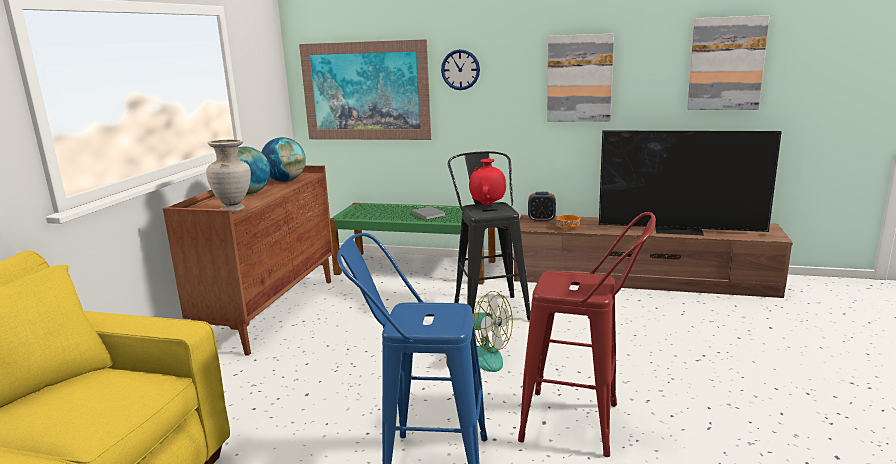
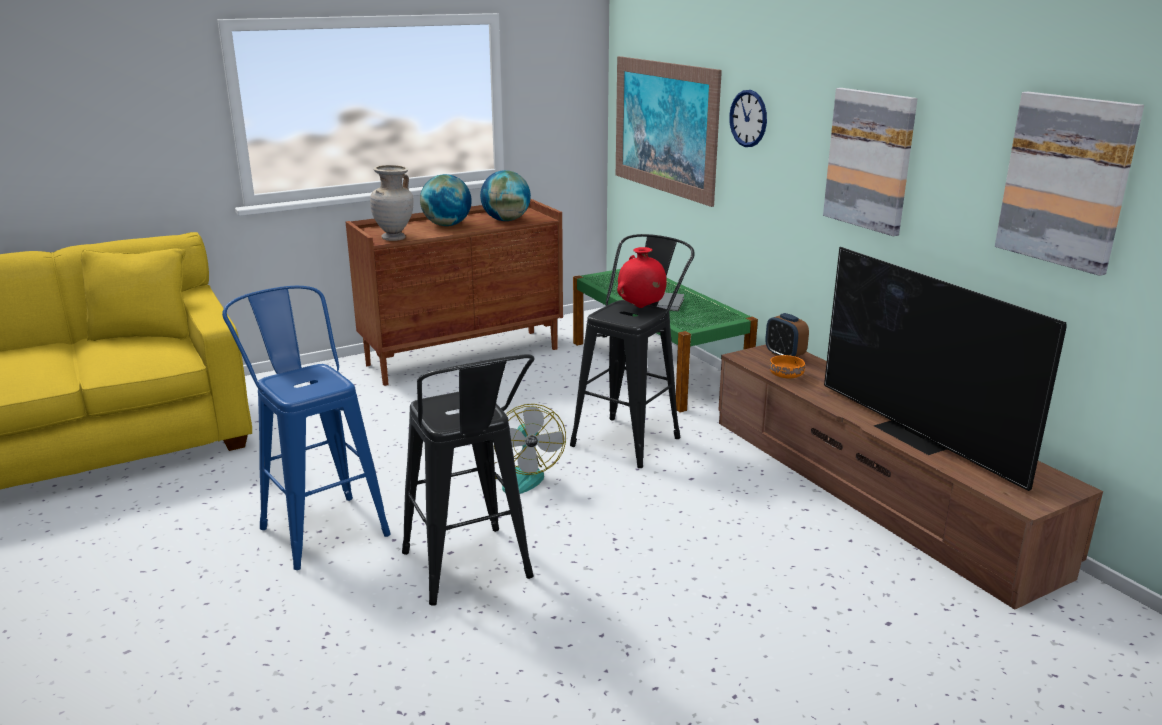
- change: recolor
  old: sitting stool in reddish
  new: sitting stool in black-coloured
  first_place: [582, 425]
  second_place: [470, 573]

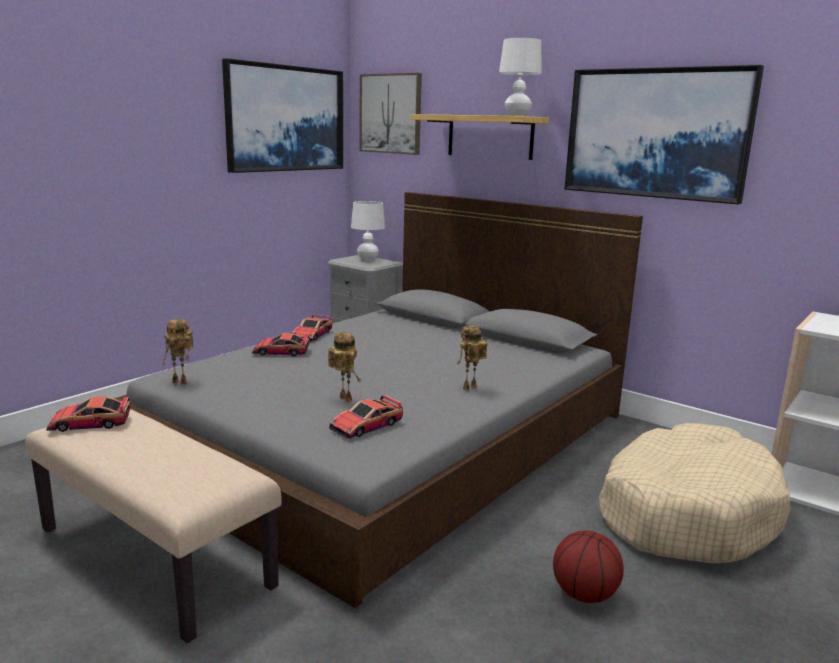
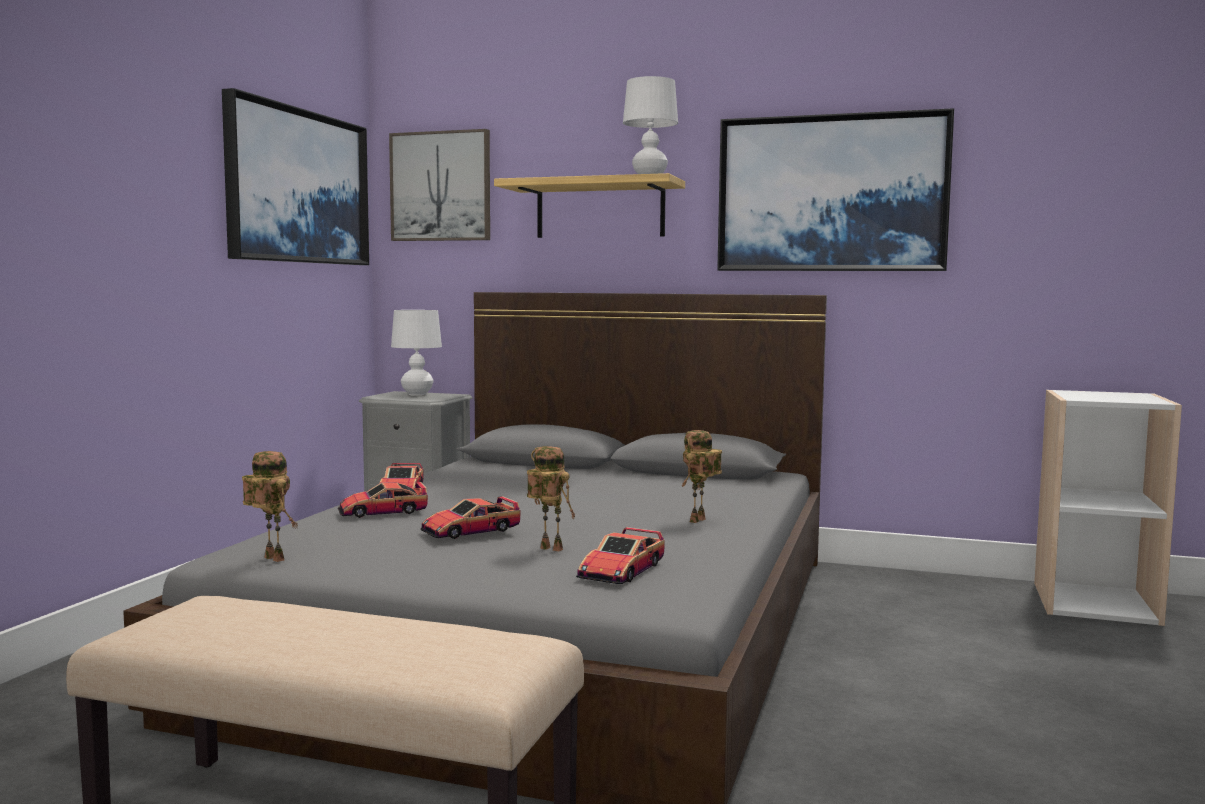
- change: delete
  old: ball for basketball
  first_place: [584, 595]
- change: delete
  old: pet bed in beige
  first_place: [685, 513]
- change: move
  old: toy car
  first_place: [90, 423]
  second_place: [470, 530]
- change: rotate
  old: model robot
  first_place: [181, 382]
  second_place: [270, 559]
  degrees: -135

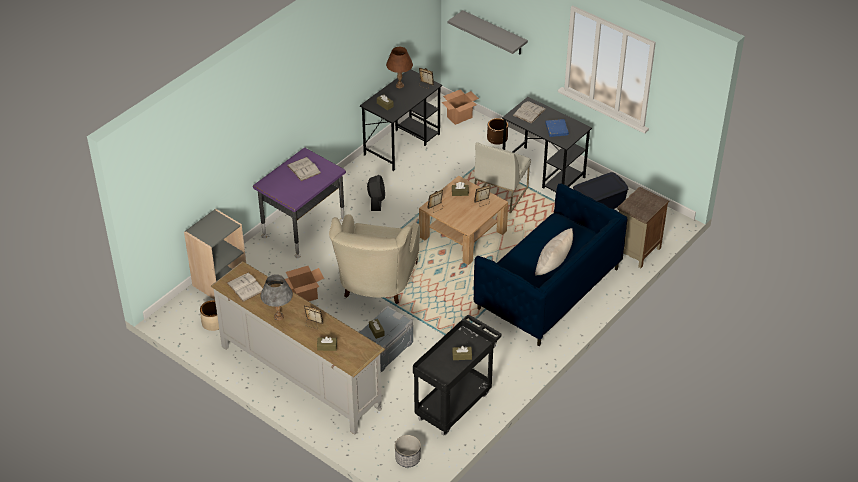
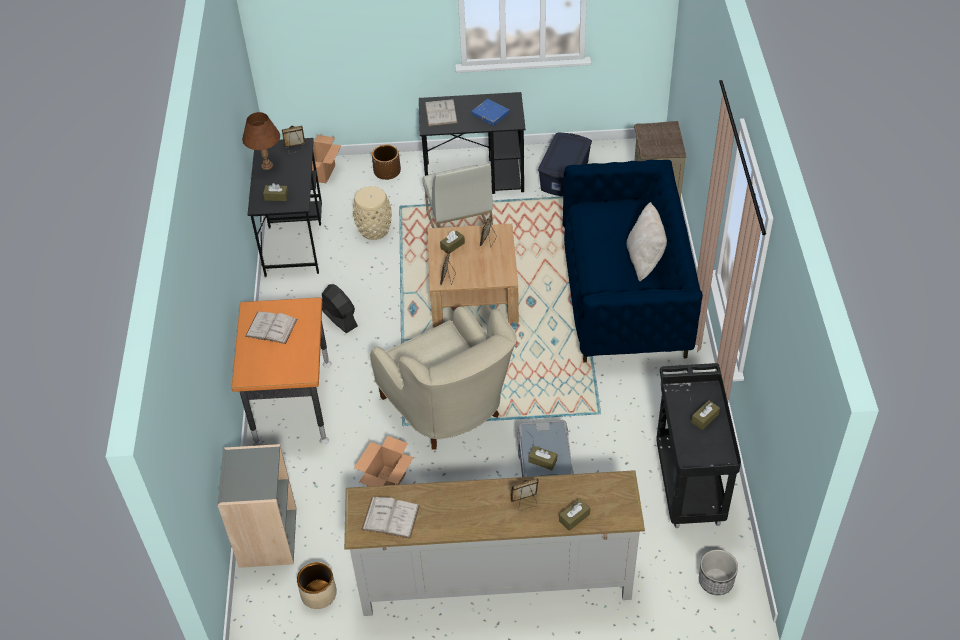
- change: delete
  old: tabletop lamp in grey
  first_place: [278, 317]
- change: delete
  old: bracket shelf in grey
  first_place: [494, 33]
- change: insert
  new: sitting stool in beige
  second_place: [374, 230]
- change: recolor
  old: desk unit in purple
  new: desk unit in orange
  first_place: [303, 227]
  second_place: [292, 403]

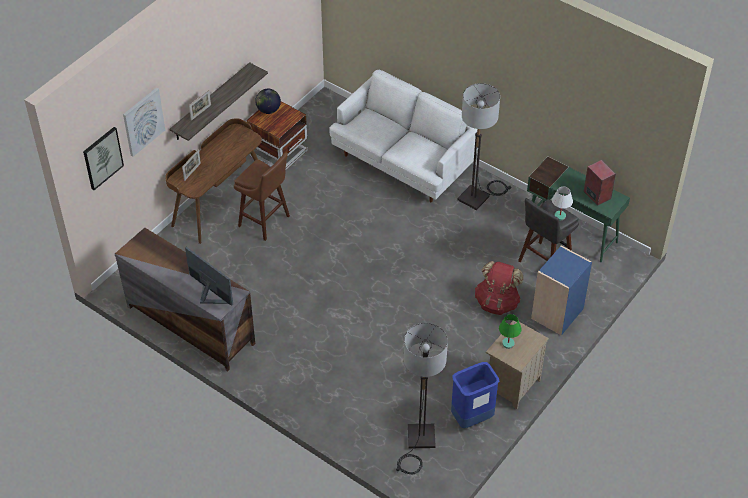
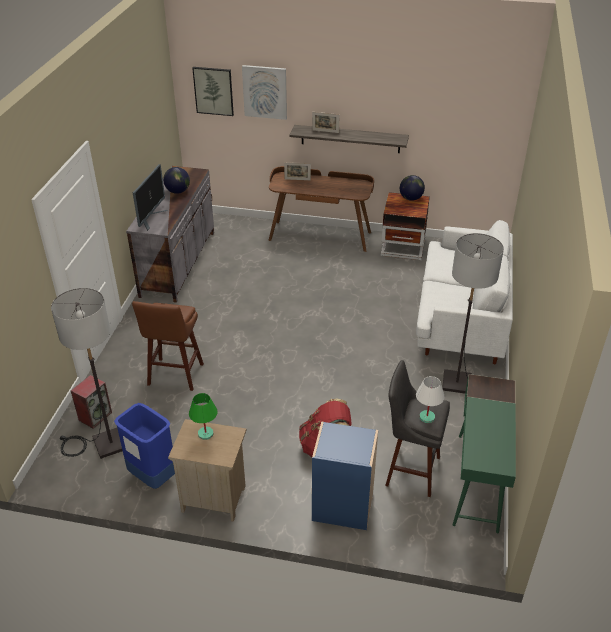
- change: insert
  new: desk globe
  second_place: [178, 191]
- change: move
  old: sitting stool in brown-coloured
  first_place: [265, 222]
  second_place: [174, 376]
- change: move
  old: speaker
  first_place: [596, 195]
  second_place: [95, 416]

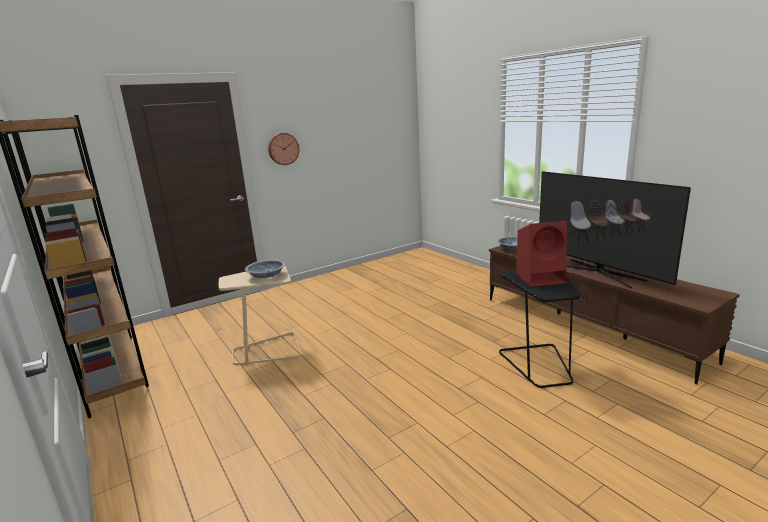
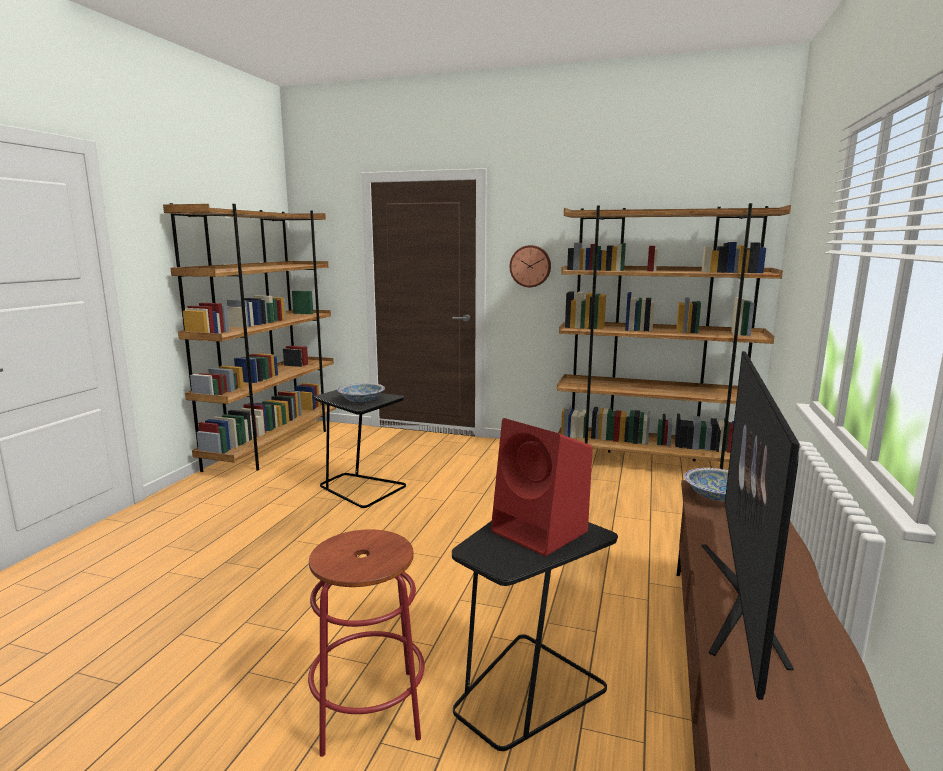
- change: insert
  new: sitting stool in reddish
  second_place: [369, 710]
- change: insert
  new: shelving unit in brown-coloured
  second_place: [651, 464]
- change: recolor
  old: accent table in beige
  new: accent table in black-coloured
  first_place: [268, 350]
  second_place: [360, 489]

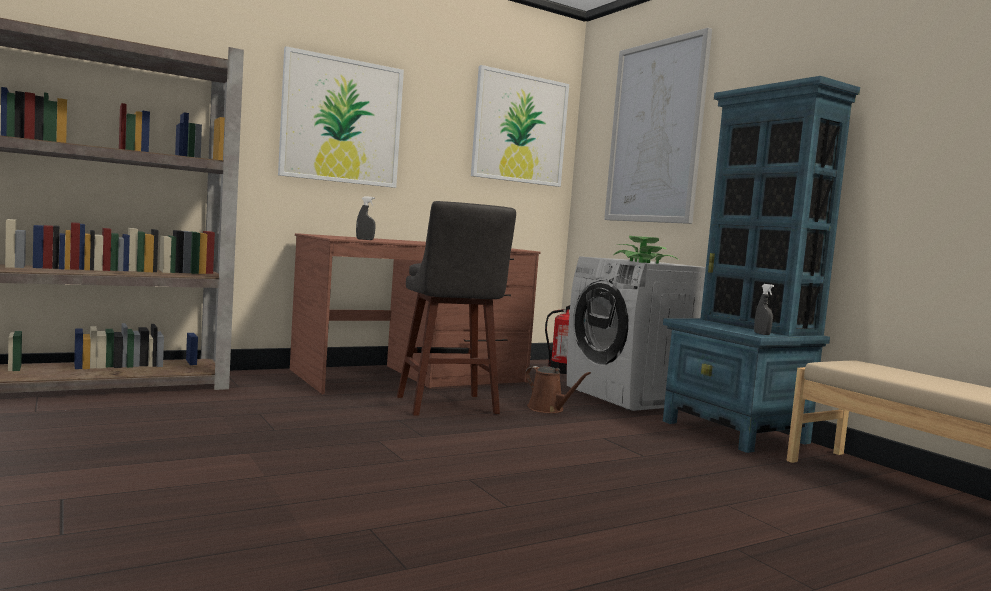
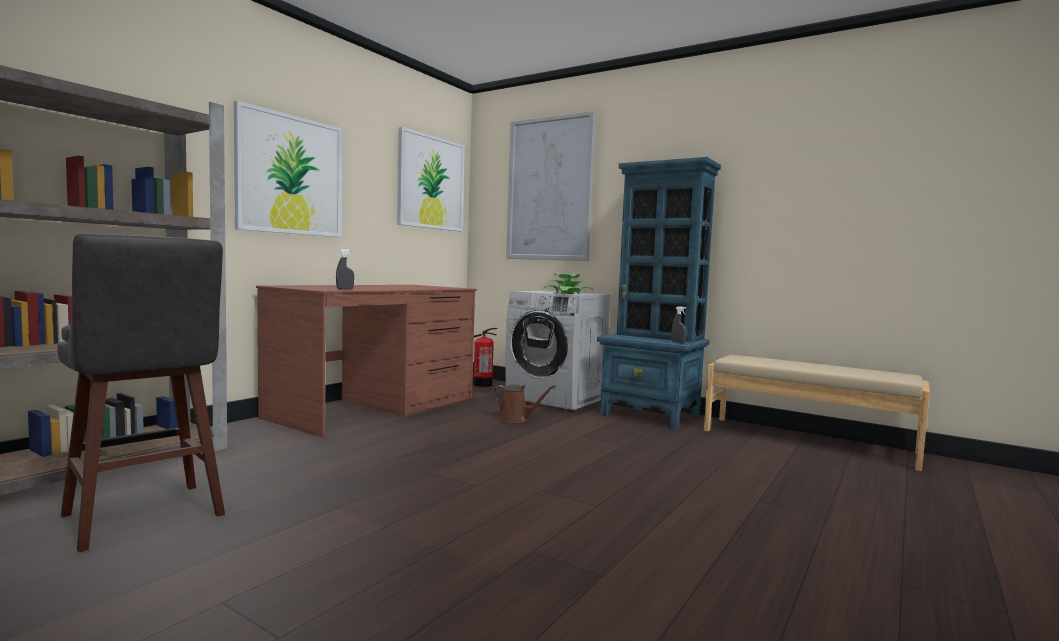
- change: move
  old: sitting stool in grey
  first_place: [447, 406]
  second_place: [144, 517]

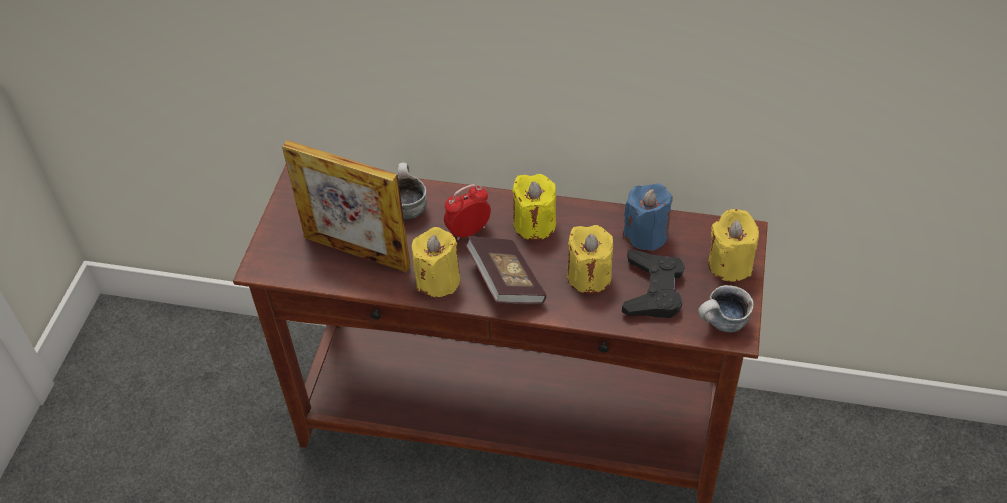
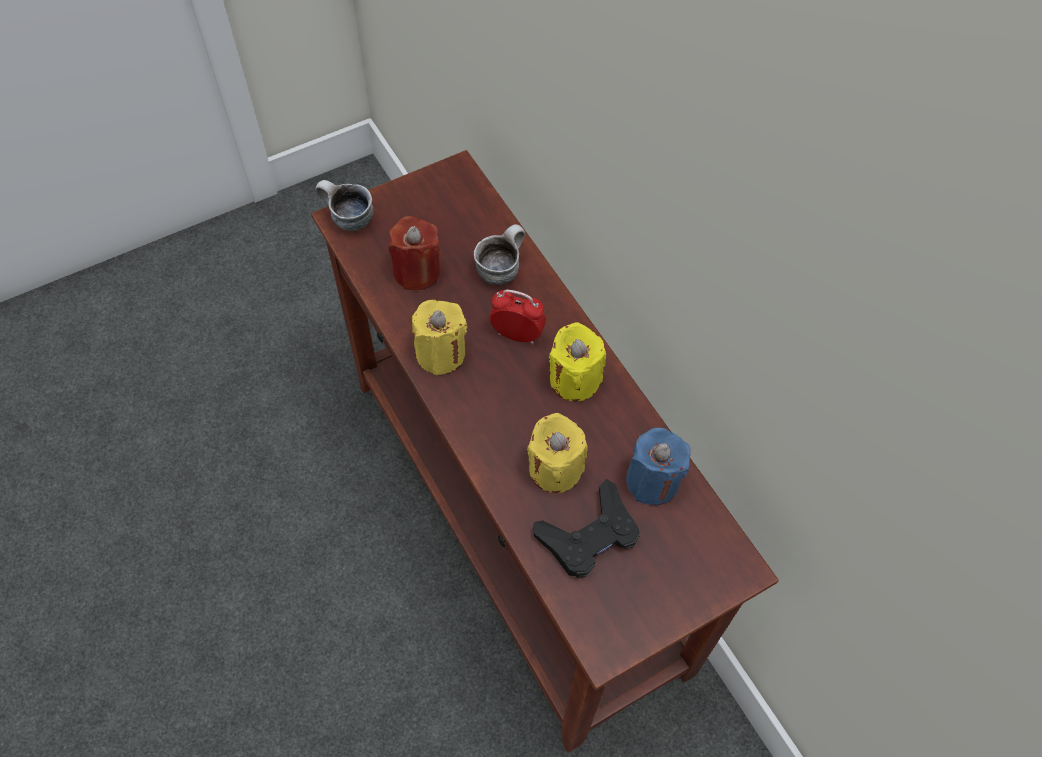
- change: delete
  old: book
  first_place: [506, 282]
- change: delete
  old: wax light in yellow
  first_place: [730, 264]
- change: move
  old: tea mug
  first_place: [722, 325]
  second_place: [347, 220]
- change: replace
  old: picture frame
  new: wax light in reddish
  first_place: [356, 251]
  second_place: [416, 271]

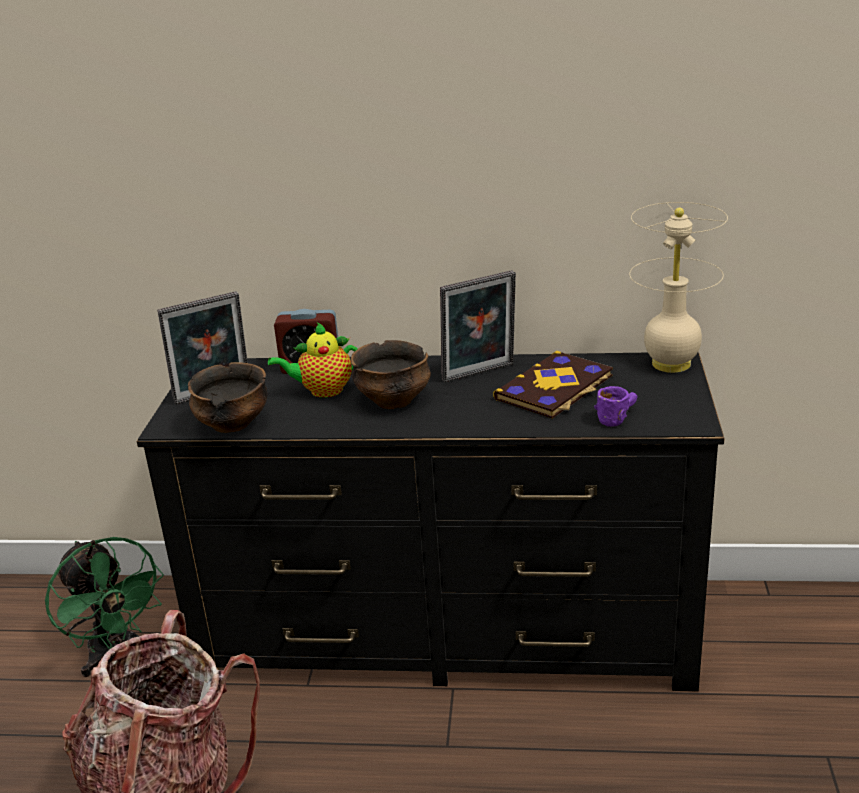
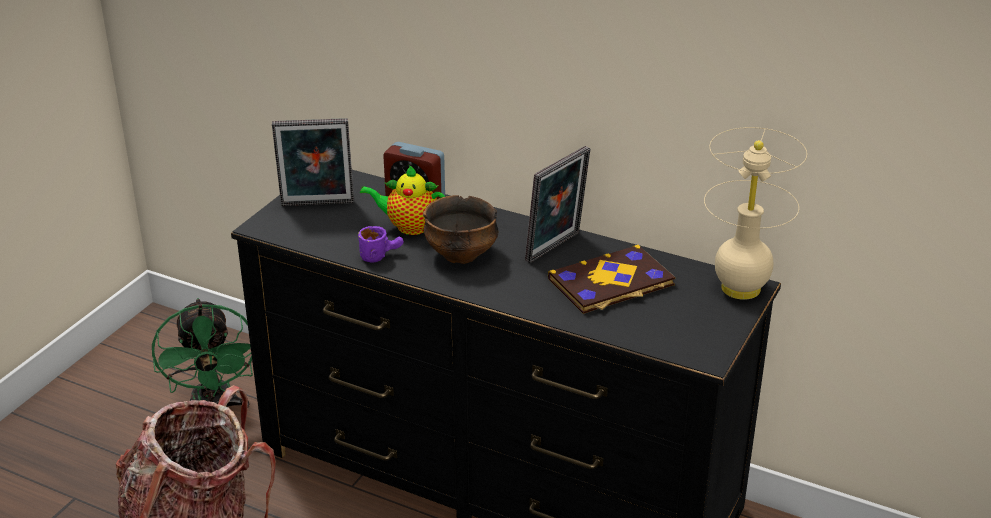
- change: delete
  old: bowl
  first_place: [232, 425]
- change: move
  old: tea mug in purple
  first_place: [616, 417]
  second_place: [381, 255]
- change: rotate
  old: picture frame
  first_place: [480, 374]
  second_place: [556, 248]
  degrees: -45

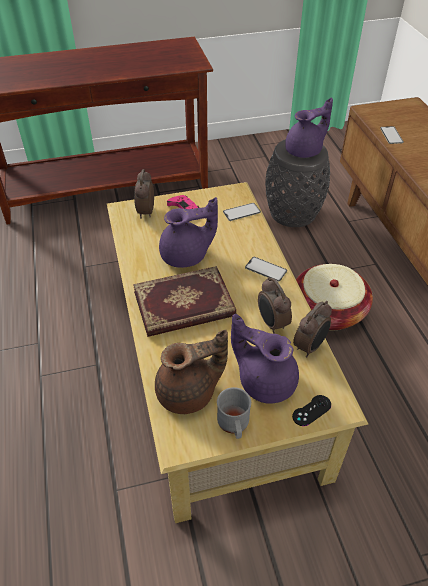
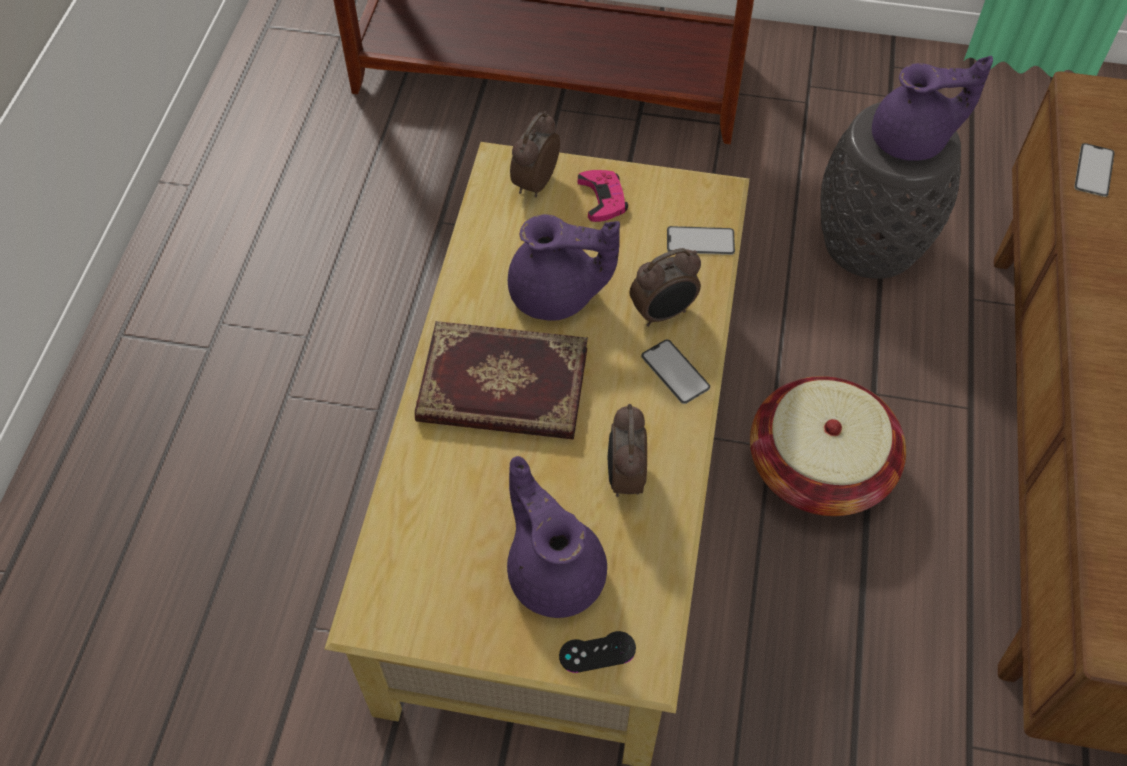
- change: delete
  old: teapot in brown-coloured
  first_place: [189, 393]
- change: delete
  old: tea mug in grey
  first_place: [234, 424]
- change: move
  old: table clock
  first_place: [310, 346]
  second_place: [663, 313]

